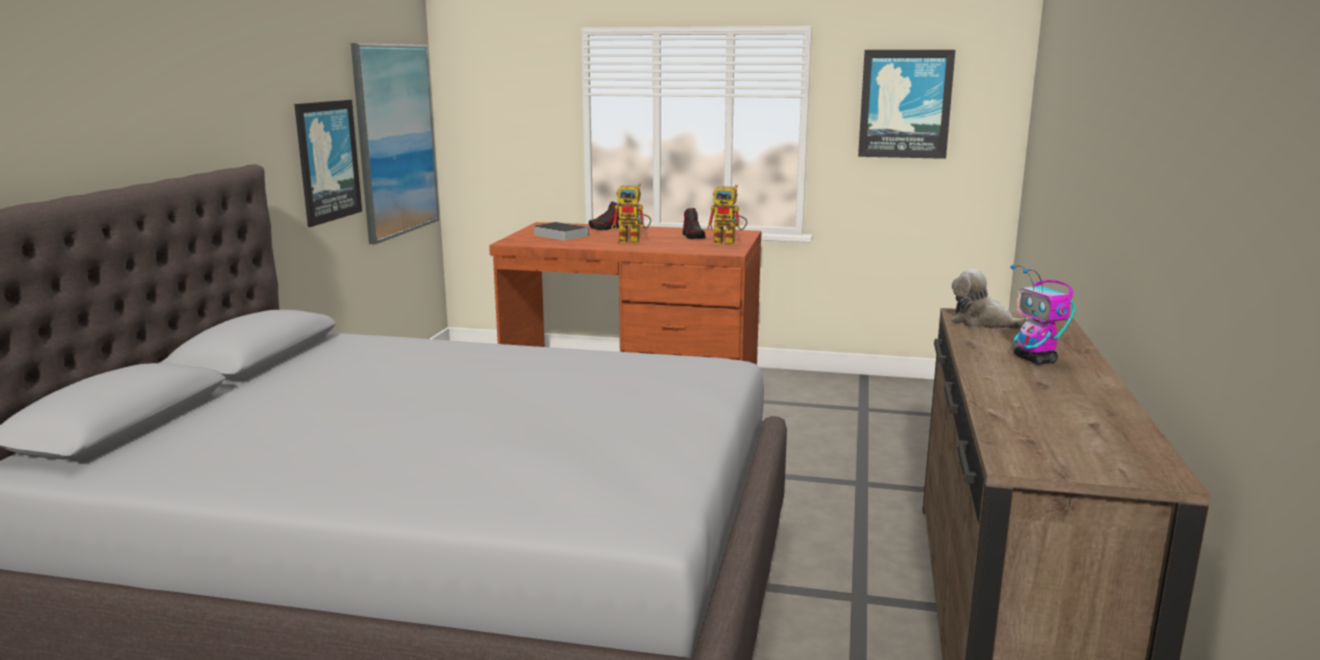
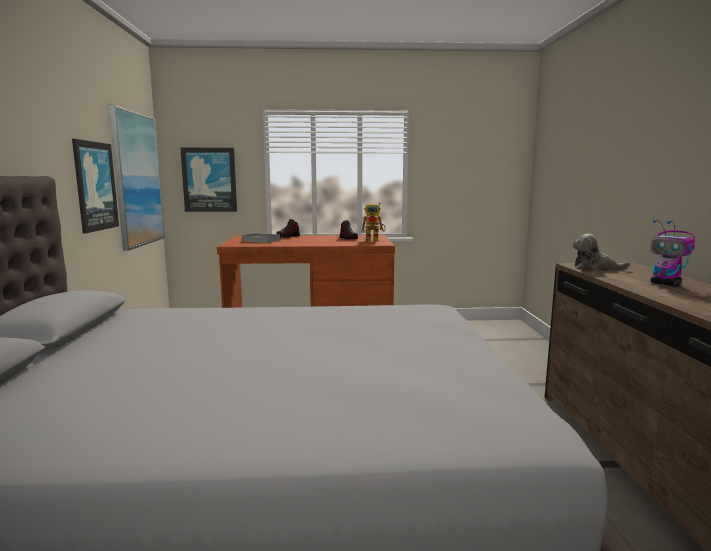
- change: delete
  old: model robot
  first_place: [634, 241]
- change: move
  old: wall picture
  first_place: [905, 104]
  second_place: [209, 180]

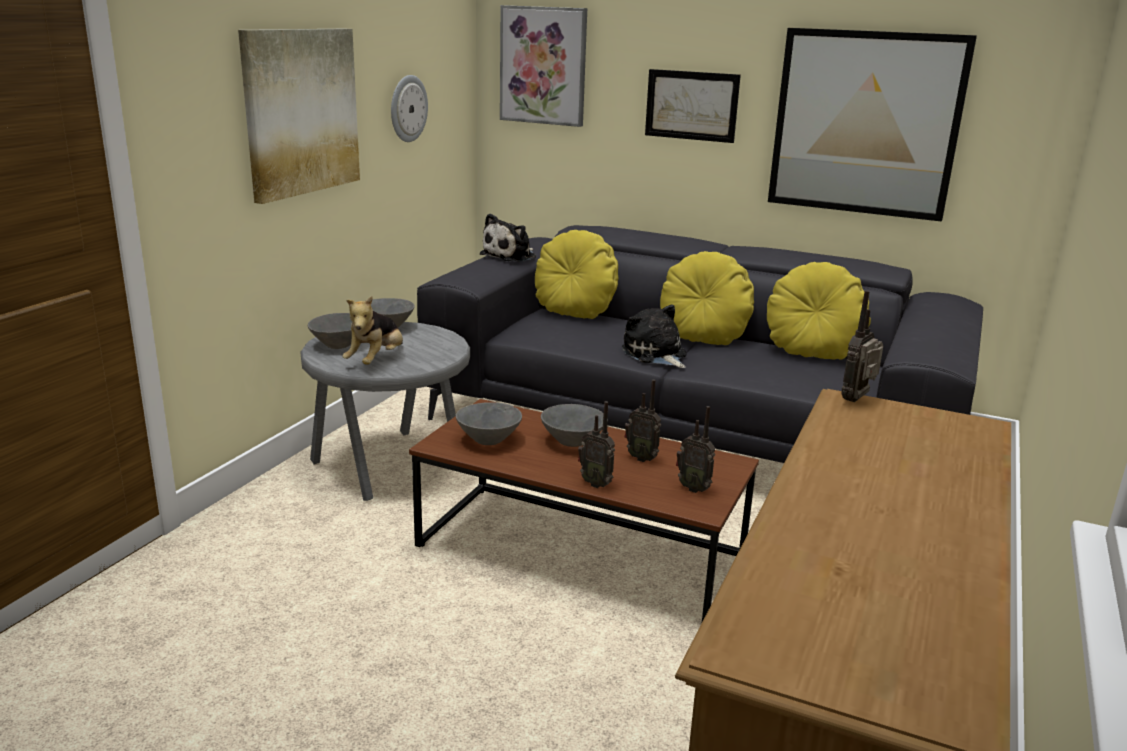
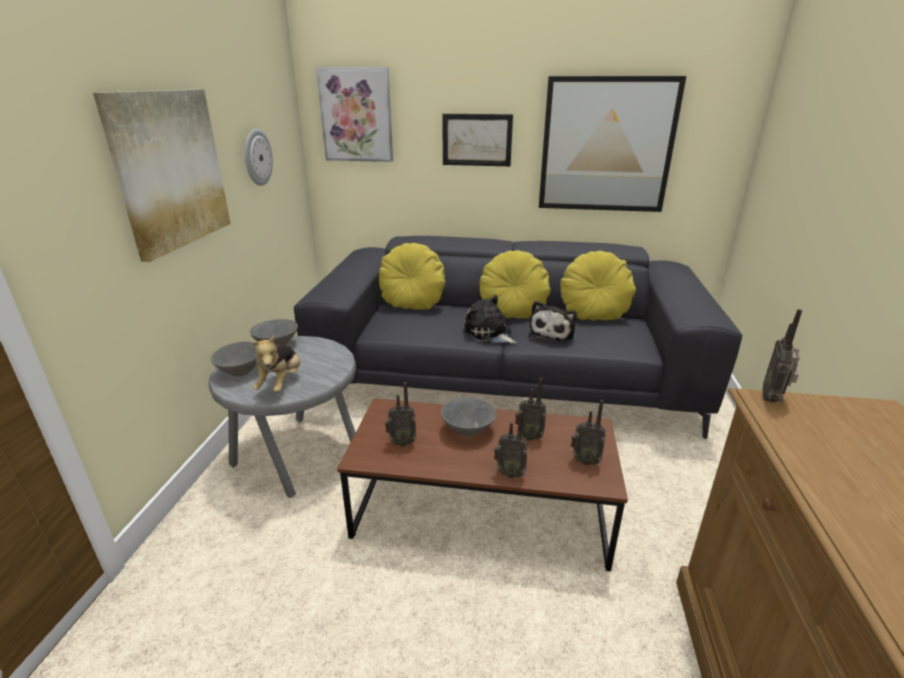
- change: move
  old: cuddly toy
  first_place: [511, 256]
  second_place: [553, 333]
- change: replace
  old: bowl in grey
  new: radio receiver
  first_place: [490, 440]
  second_place: [401, 442]

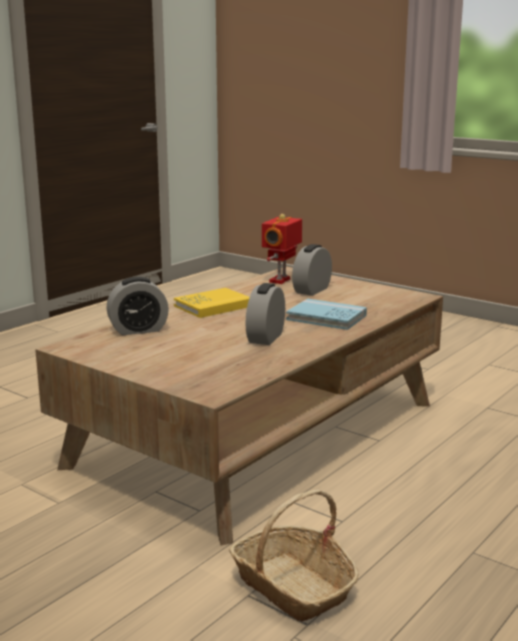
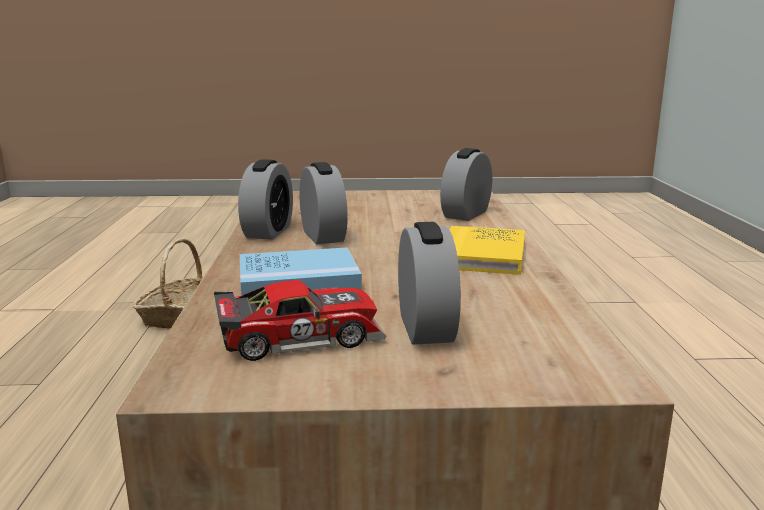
- change: delete
  old: model robot
  first_place: [281, 281]
- change: insert
  new: toy car
  second_place: [299, 335]
- change: insert
  new: table clock
  second_place: [268, 232]

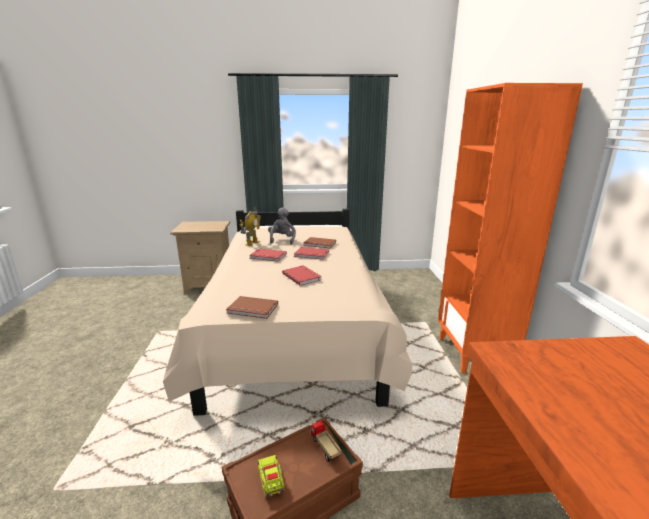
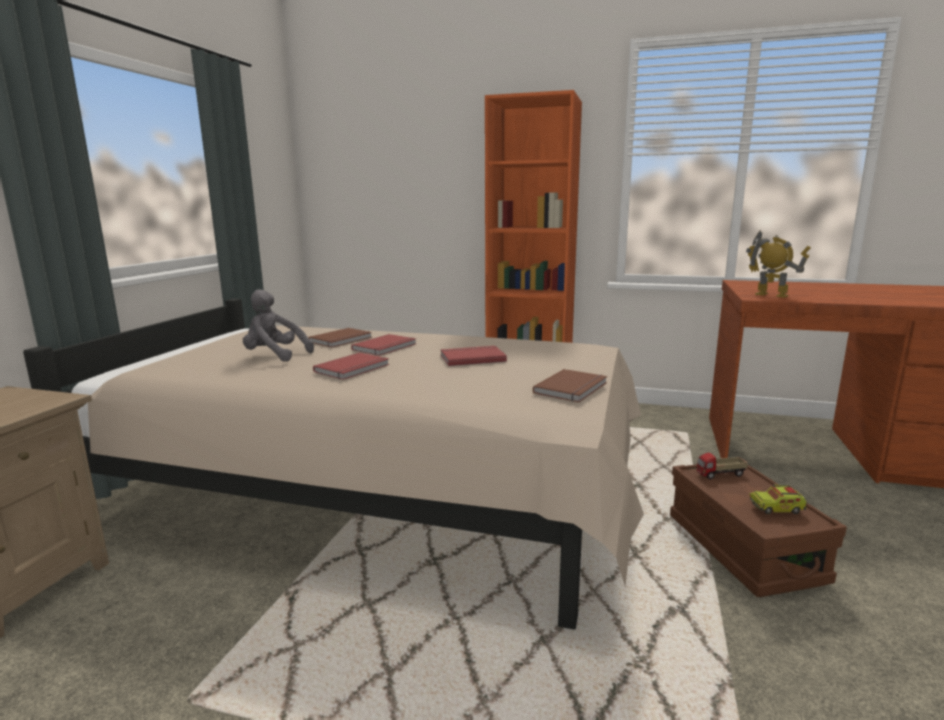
- change: move
  old: model robot
  first_place: [252, 243]
  second_place: [771, 295]

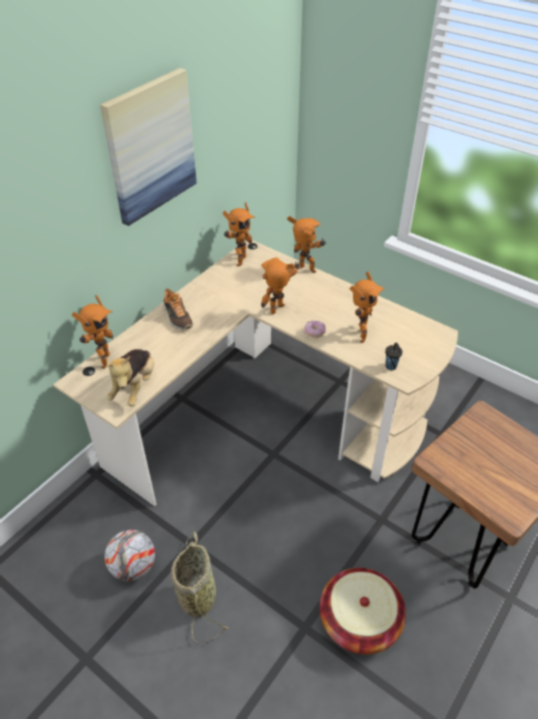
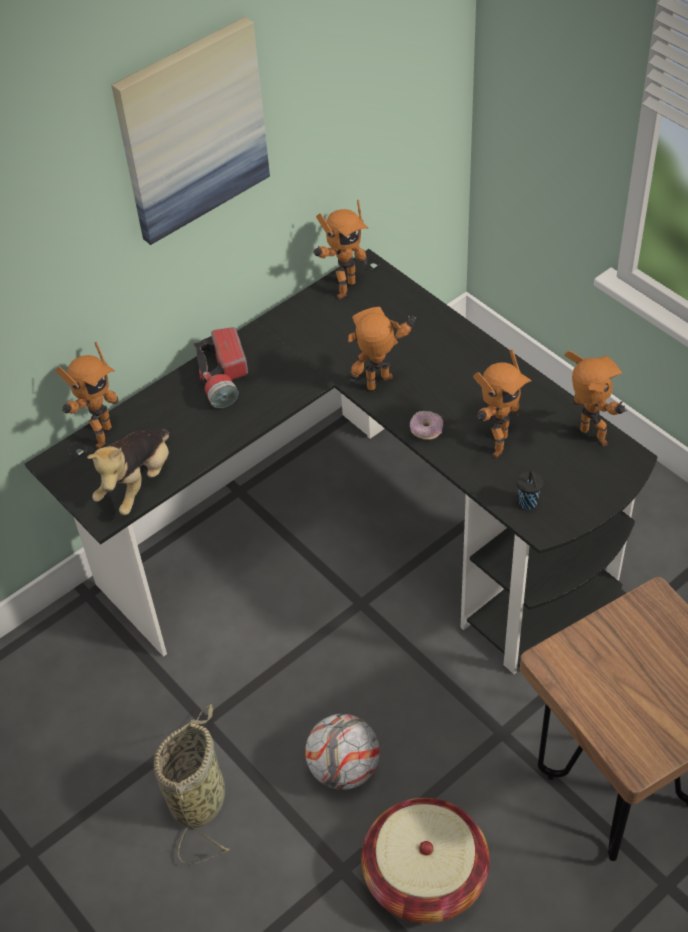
- change: move
  old: football
  first_place: [133, 567]
  second_place: [343, 769]
- change: move
  old: model robot
  first_place: [306, 271]
  second_place: [590, 439]
- change: replace
  old: low shoe
  new: flashlight
  first_place: [177, 317]
  second_place: [223, 377]
- change: recolor
  old: desk unit in beige
  new: desk unit in black-coloured
  first_place: [266, 416]
  second_place: [364, 539]

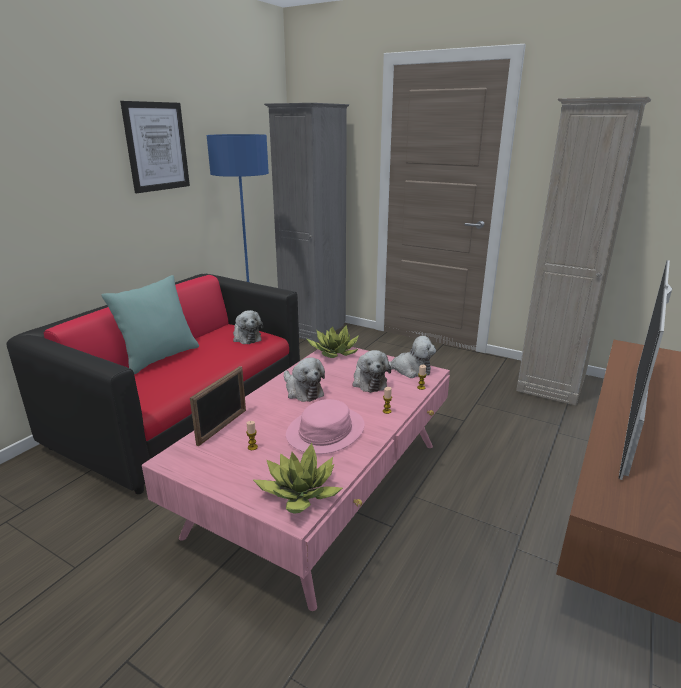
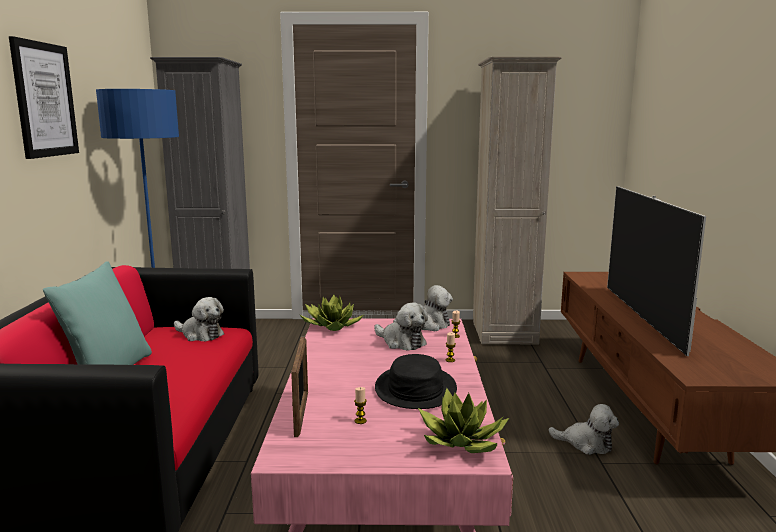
- change: move
  old: cuddly toy
  first_place: [302, 391]
  second_place: [586, 444]
- change: recolor
  old: hat in pink
  new: hat in black-coloured
  first_place: [325, 431]
  second_place: [415, 389]

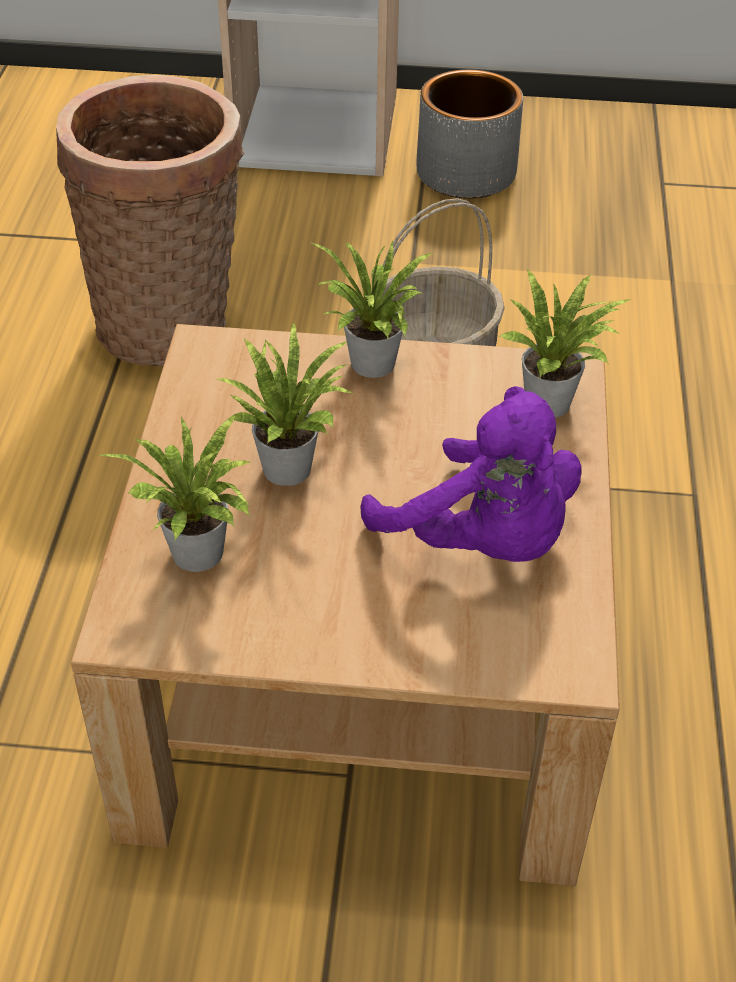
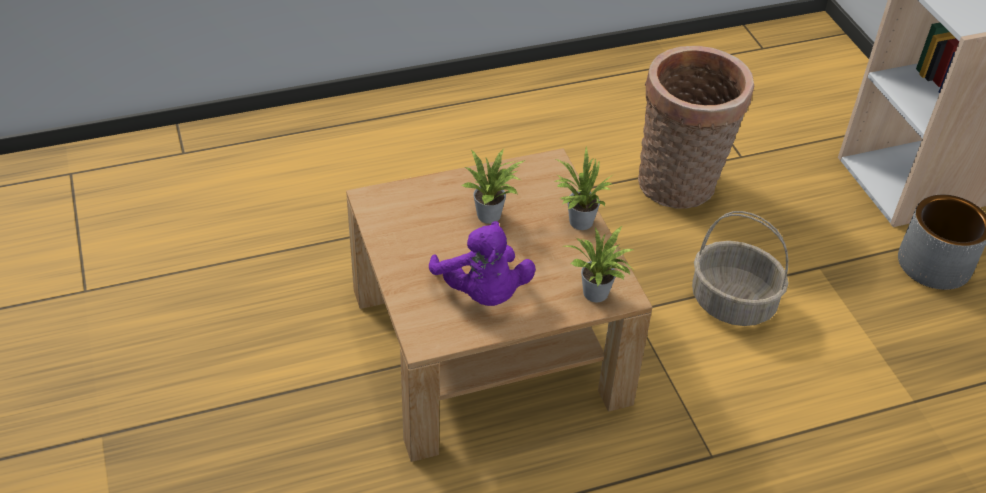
- change: delete
  old: potted plant
  first_place: [199, 558]
- change: rotate
  old: cuddly toy in purple
  first_place: [482, 541]
  second_place: [482, 293]
  degrees: -45

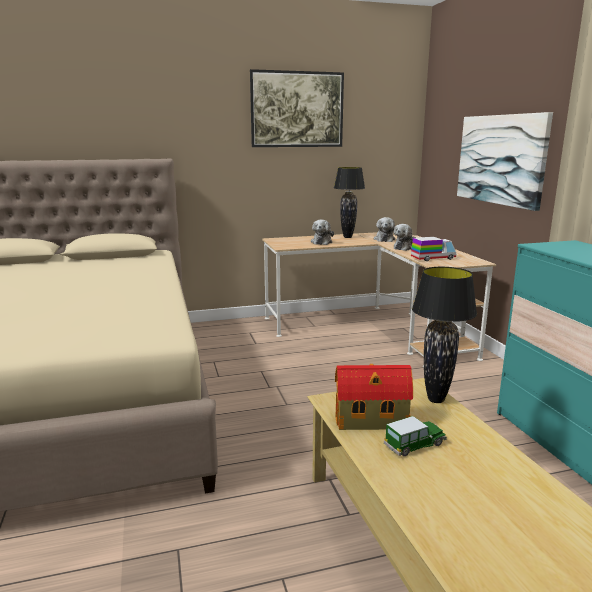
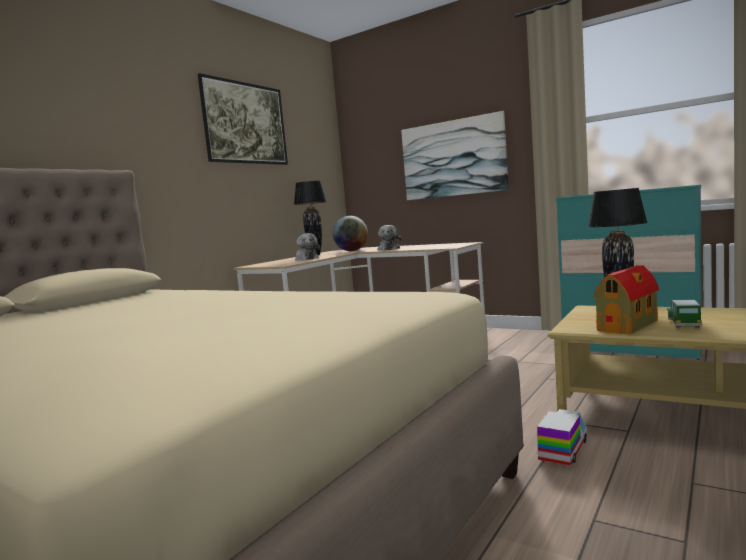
- change: move
  old: model truck
  first_place: [433, 258]
  second_place: [563, 450]
- change: replace
  old: cuddly toy
  new: desk globe
  first_place: [384, 239]
  second_place: [352, 251]

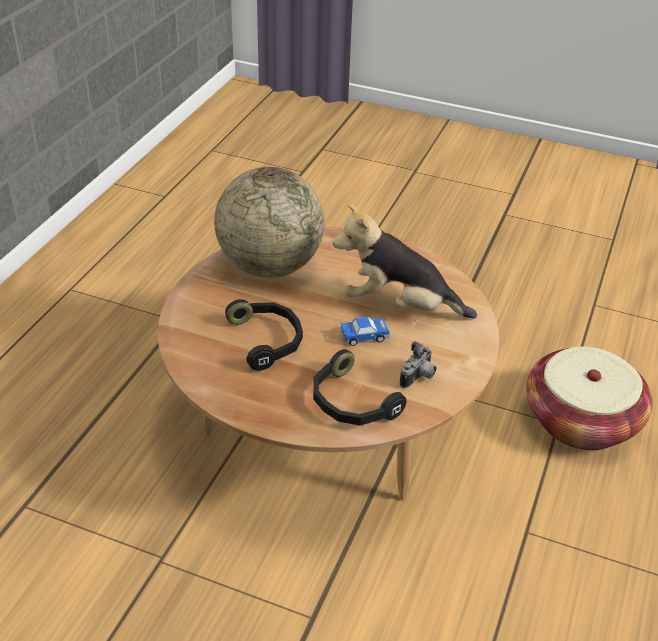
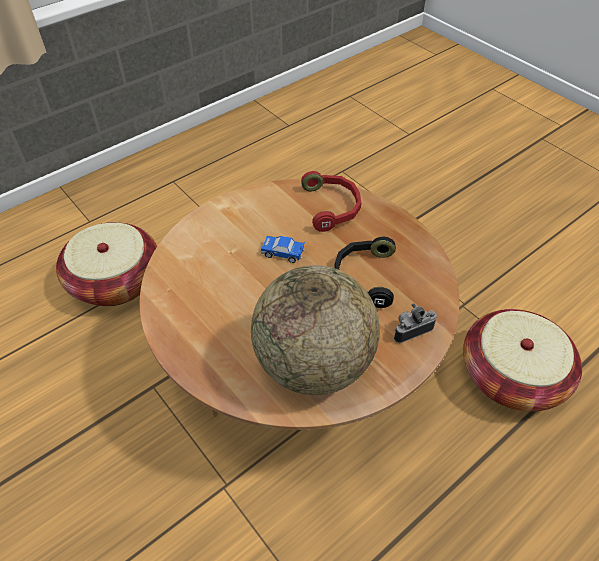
- change: delete
  old: cuddly toy
  first_place: [399, 306]
- change: insert
  new: household basket
  second_place: [511, 376]
- change: move
  old: photo camera
  first_place: [419, 378]
  second_place: [411, 330]
- change: recolor
  old: headset in black-coloured
  new: headset in reddish
  first_place: [350, 403]
  second_place: [332, 207]

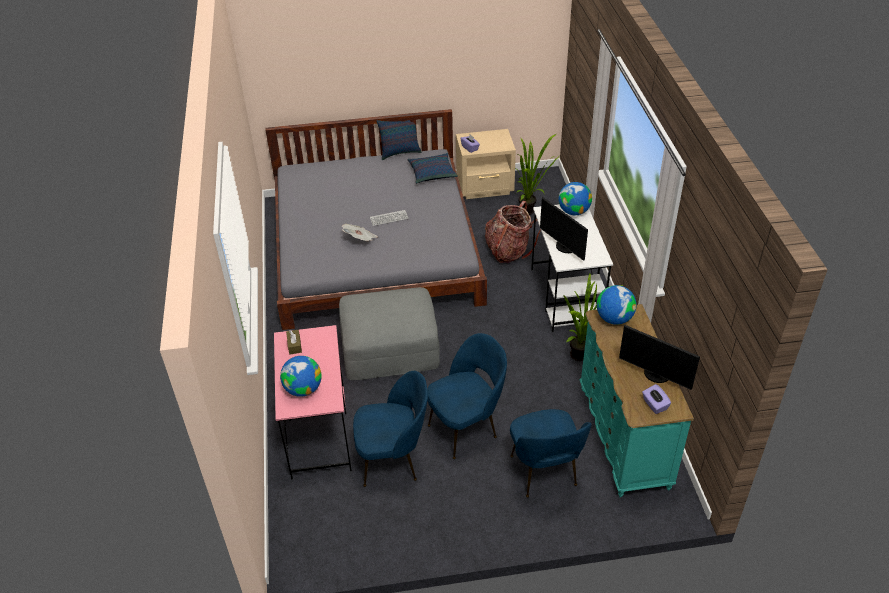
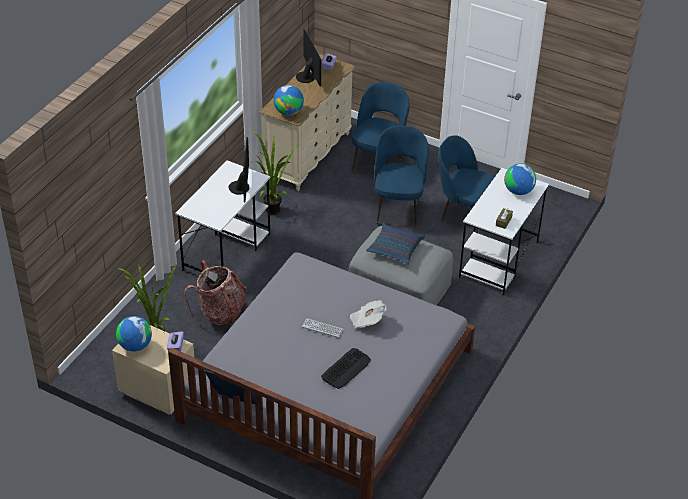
- change: insert
  new: computer keyboard
  second_place: [346, 369]
- change: move
  old: cushion in blue-coloured
  first_place: [432, 173]
  second_place: [395, 248]
- change: move
  old: desk globe
  first_place: [573, 211]
  second_place: [135, 345]
- change: recolor
  old: desk unit in pink
  new: desk unit in whitish
  first_place: [318, 430]
  second_place: [498, 260]
- change: recolor
  old: dresser in turquoise
  new: dresser in beige
  first_place: [623, 437]
  second_place: [308, 156]
- change: rotate
  old: upright chair in blue-coloured
  first_place: [467, 429]
  second_place: [398, 209]
  degrees: 90

